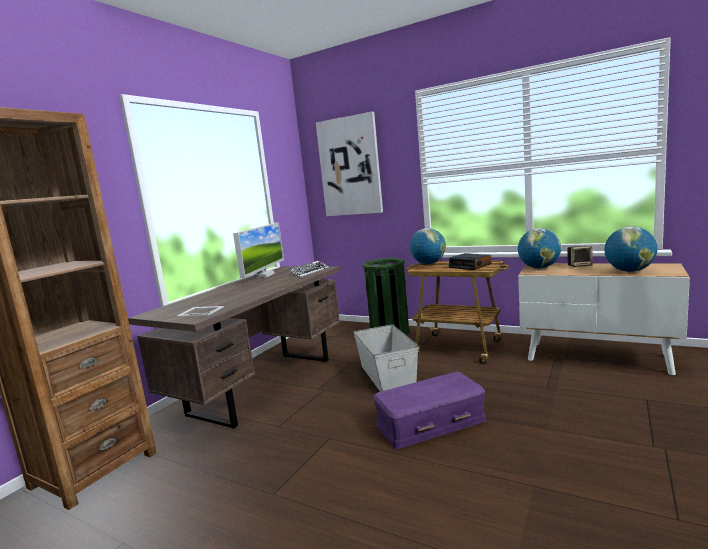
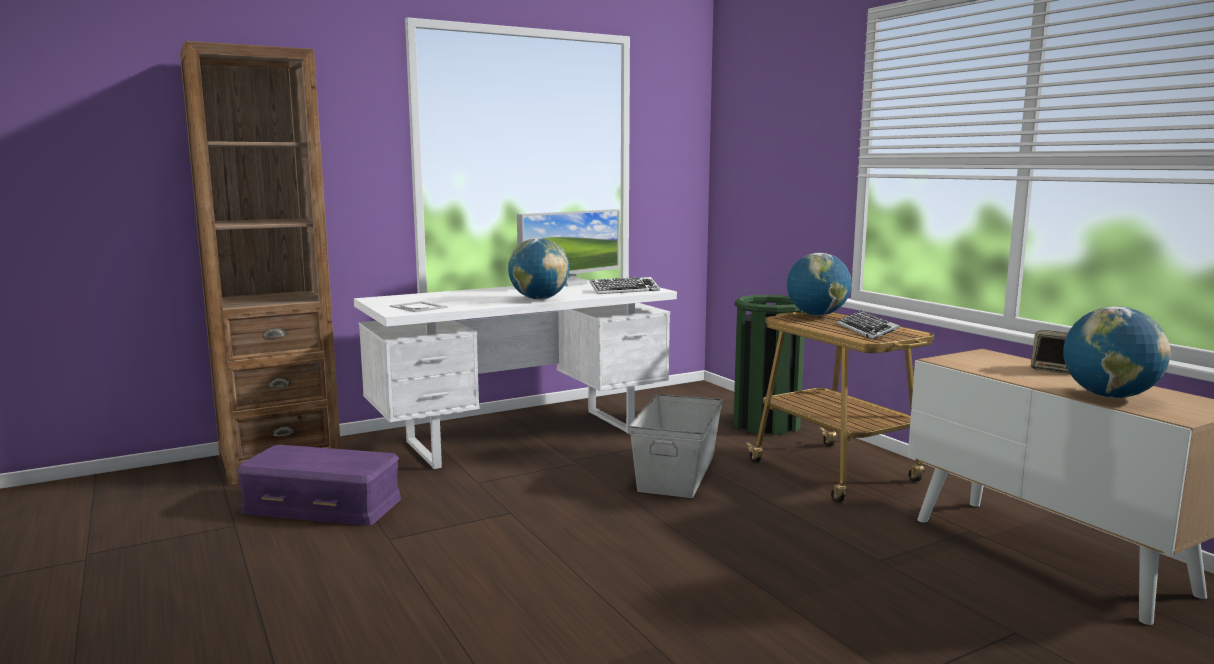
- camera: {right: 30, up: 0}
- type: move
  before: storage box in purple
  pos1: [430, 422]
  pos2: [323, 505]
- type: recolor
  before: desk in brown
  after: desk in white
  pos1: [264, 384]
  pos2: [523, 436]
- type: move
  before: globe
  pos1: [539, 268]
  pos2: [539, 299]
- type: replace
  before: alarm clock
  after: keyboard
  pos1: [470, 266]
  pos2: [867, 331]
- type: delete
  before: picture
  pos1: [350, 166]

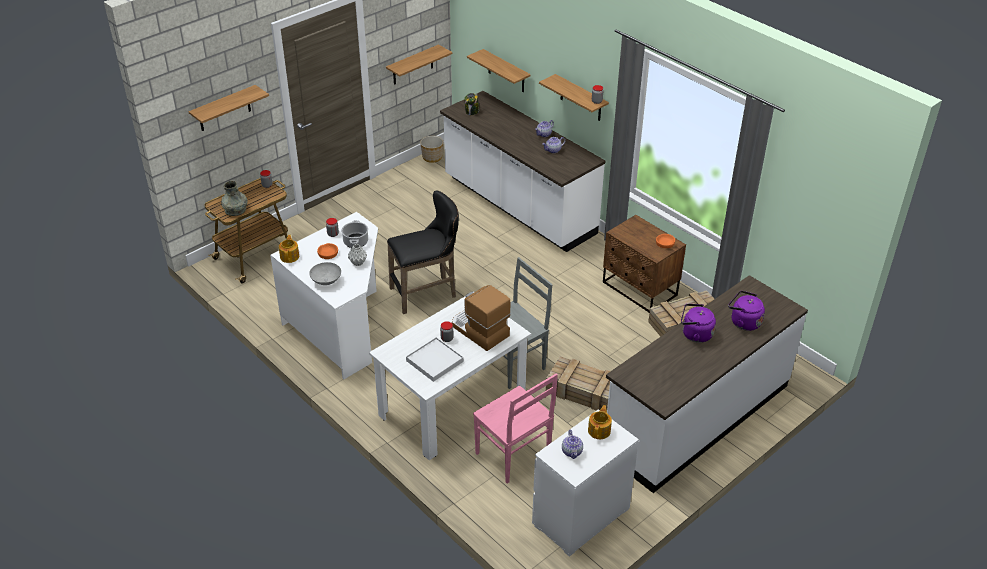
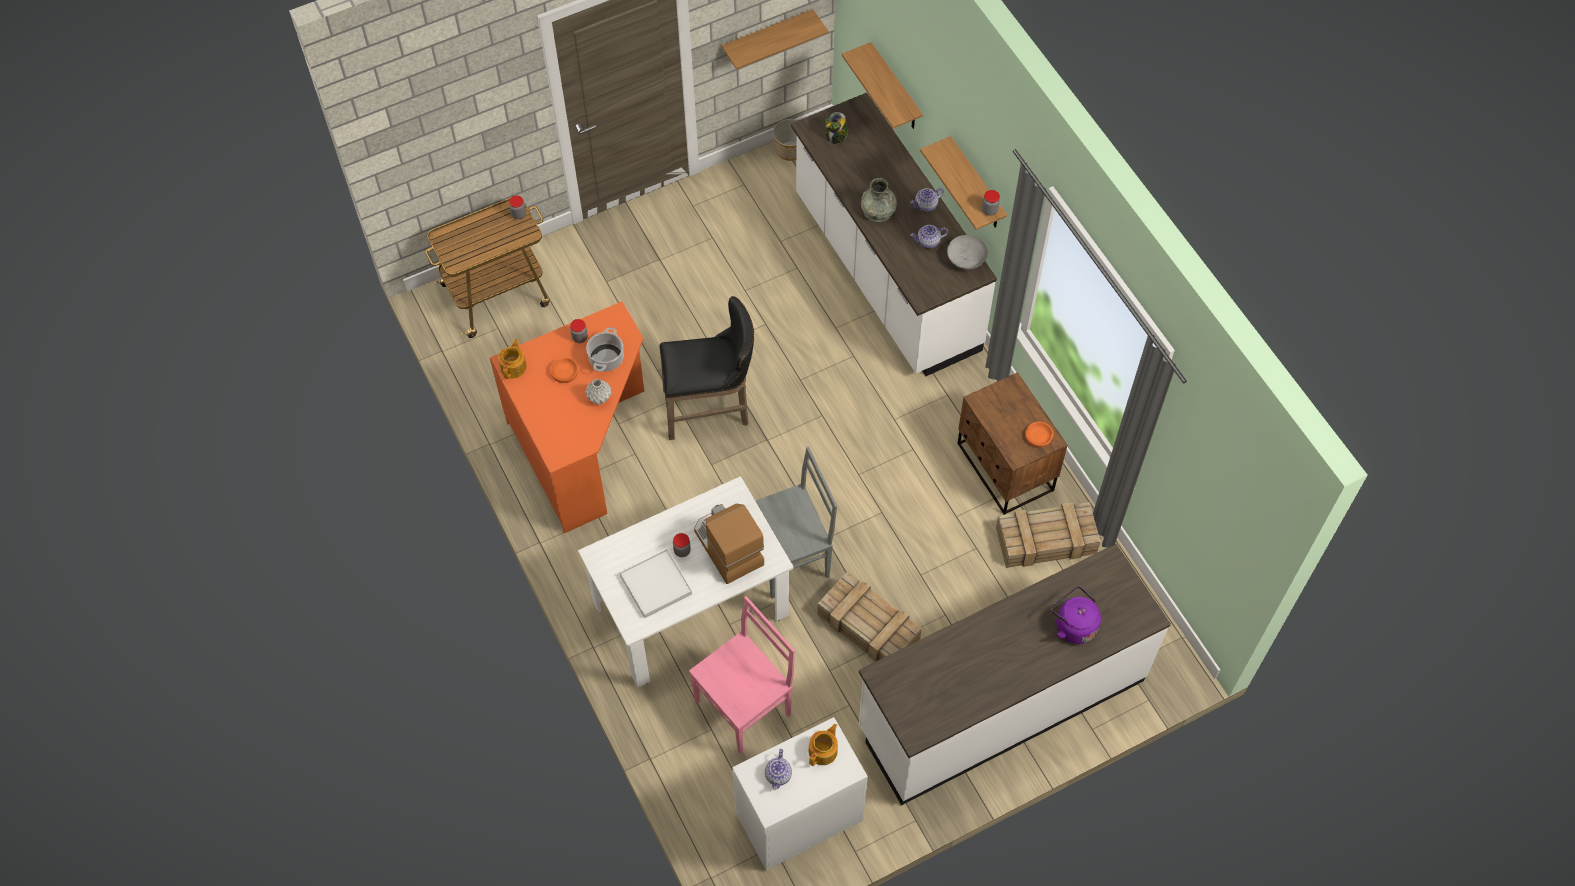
- camera: {right: 15, up: 20}
- type: recolor
  before: desk in white
  after: desk in orange
  pos1: [342, 328]
  pos2: [583, 445]
- type: rotate
  before: chair in pink
  pos1: [514, 456]
  pos2: [745, 706]
  turn: -105
- type: move
  before: vase in grey
  pos1: [235, 209]
  pos2: [878, 211]
- type: move
  before: bowl in grey
  pos1: [326, 281]
  pos2: [966, 261]
- type: delete
  before: shelf
  pos1: [224, 109]
- type: delete
  before: kettle in purple
  pos1: [695, 334]

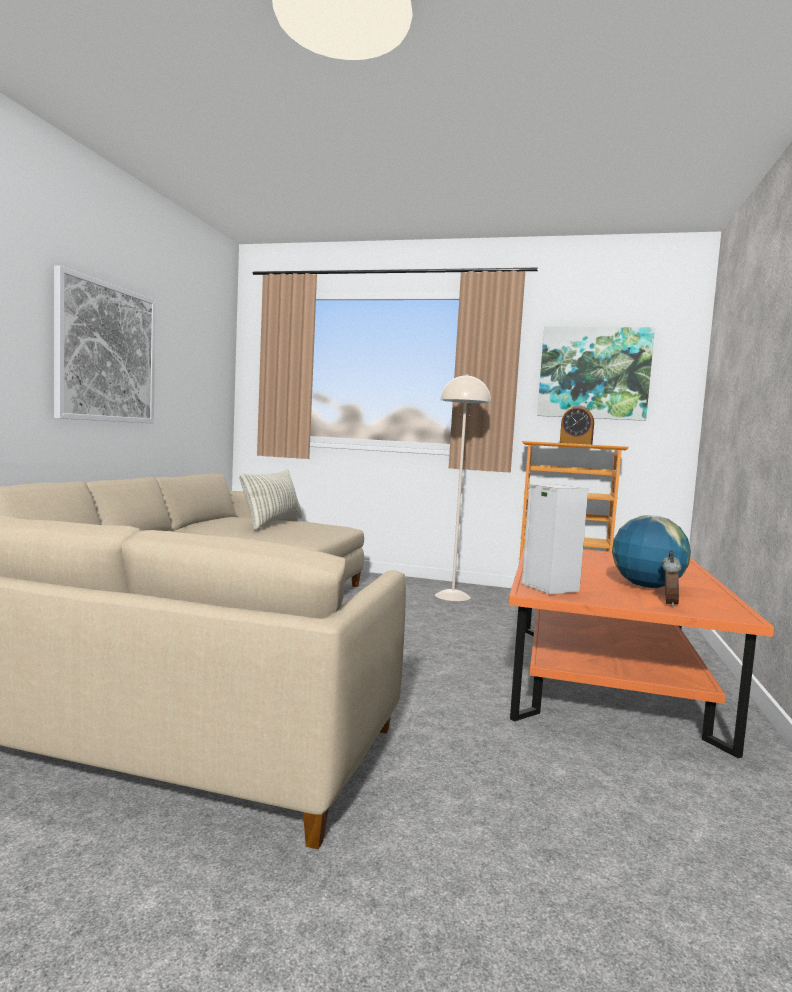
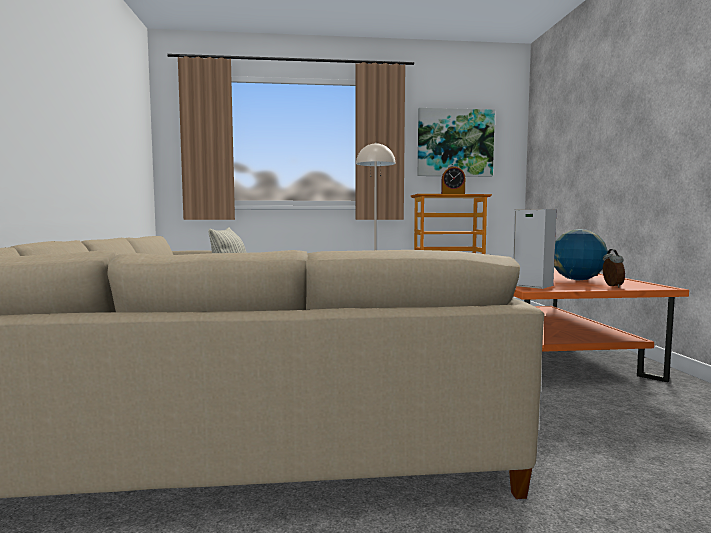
- camera: {right: -20, up: 0}
- type: delete
  before: picture
  pos1: [106, 353]

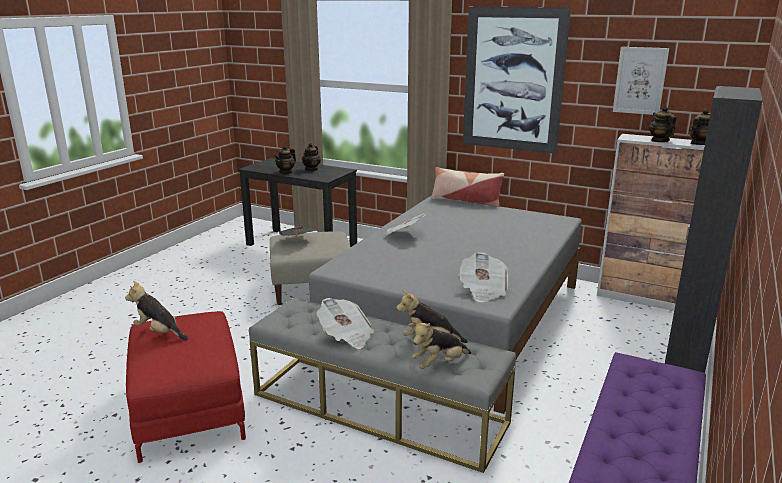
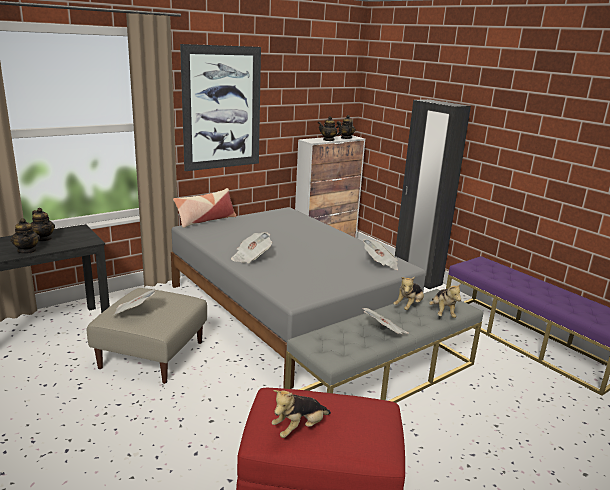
- camera: {right: -65, up: 0}
- type: delete
  before: picture
  pos1: [640, 80]

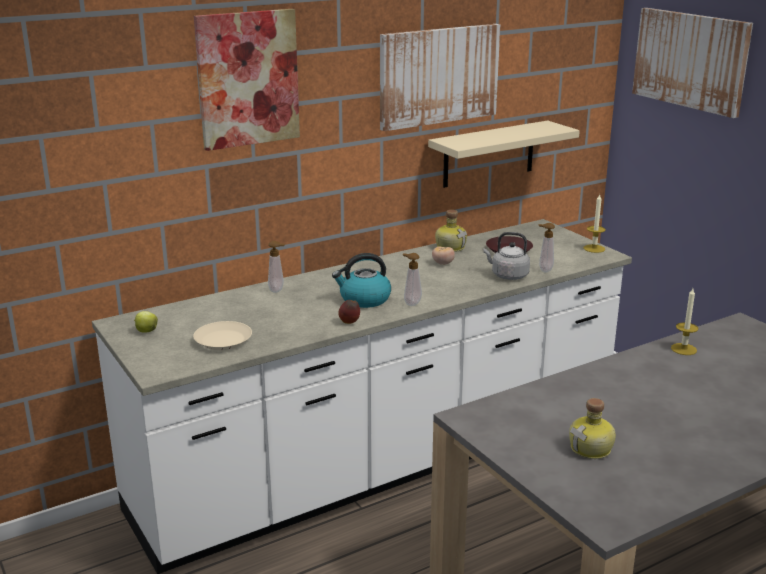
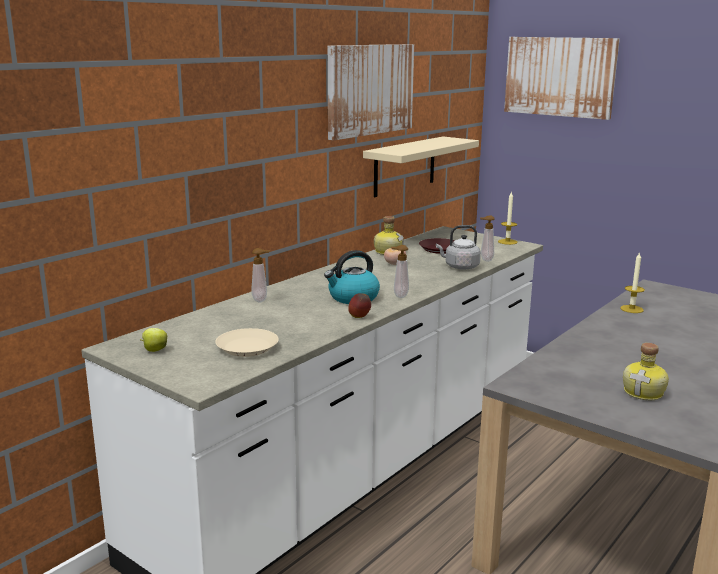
- camera: {right: -20, up: -5}
- type: delete
  before: picture
  pos1: [247, 79]

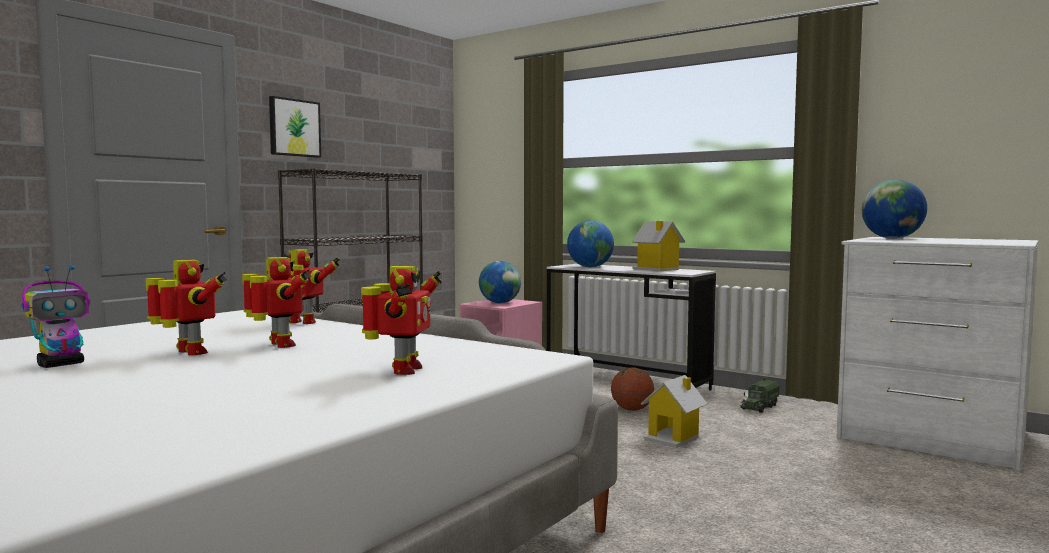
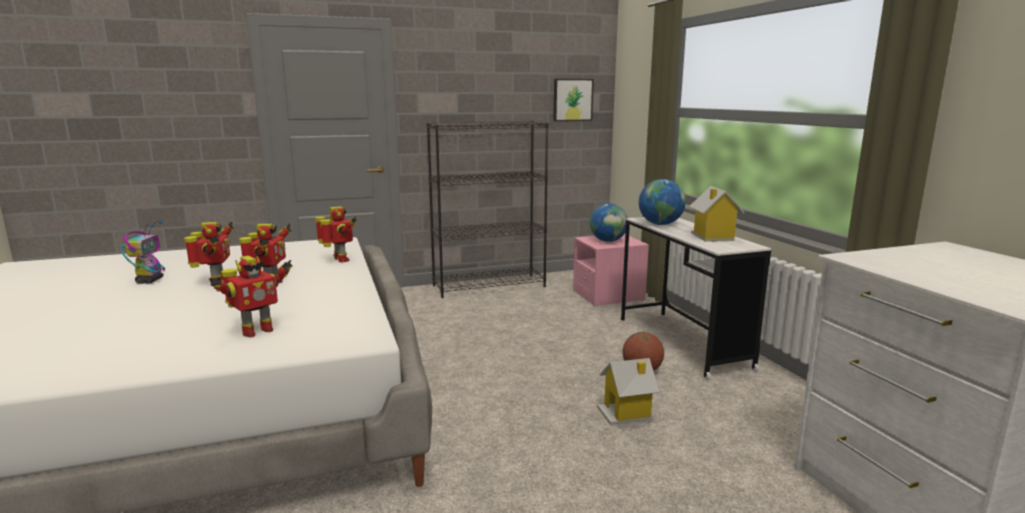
- camera: {right: 35, up: 10}
- type: rotate
  before: toy robot
  pos1: [61, 364]
  pos2: [150, 280]
  turn: -75
- type: move
  before: picture
  pos1: [294, 128]
  pos2: [572, 100]
- type: delete
  before: toy truck
  pos1: [759, 407]
- type: delete
  before: globe
  pos1: [892, 238]

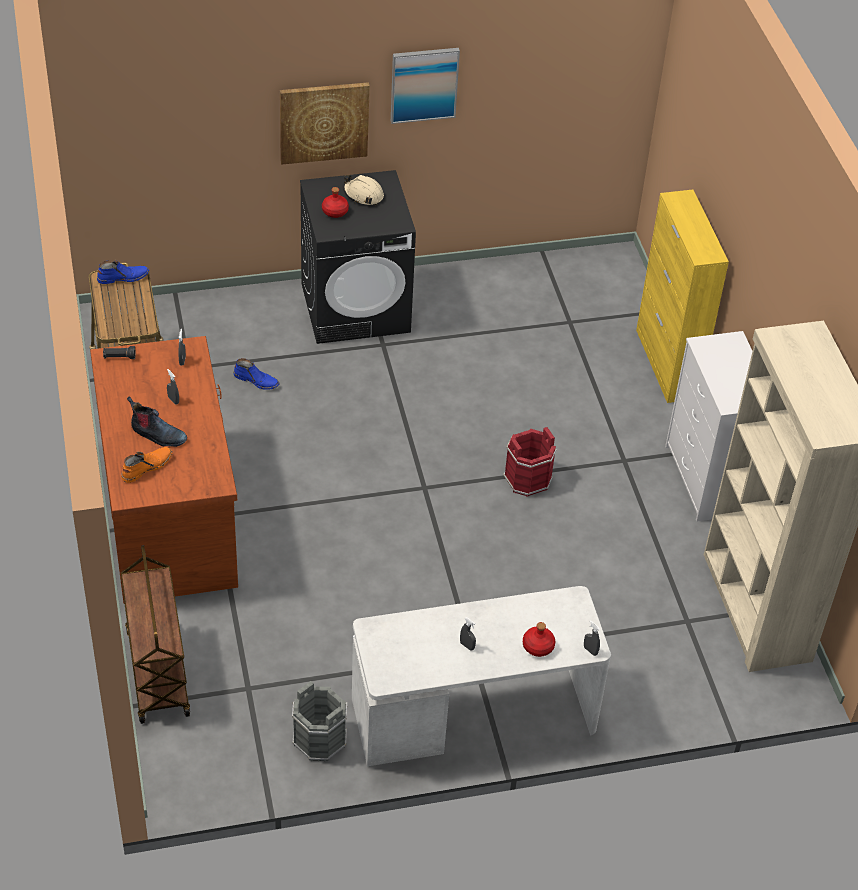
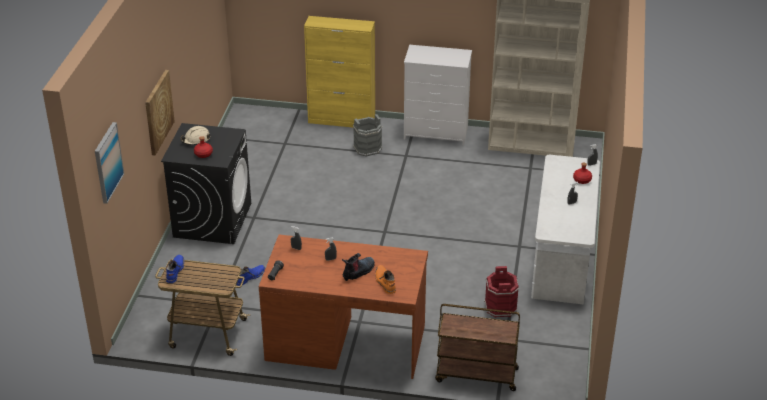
- camera: {right: -65, up: -10}
- type: move
  before: picture
  pos1: [424, 84]
  pos2: [107, 162]
- type: move
  before: bucket in grey
  pos1: [320, 739]
  pos2: [367, 148]
- type: move
  before: bucket in red
  pos1: [527, 478]
  pos2: [500, 307]

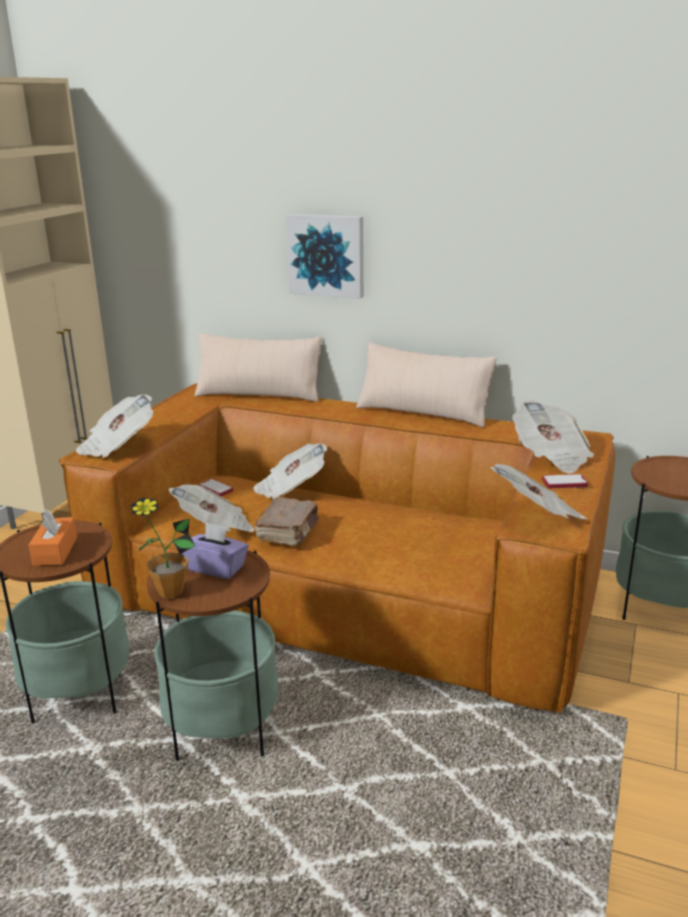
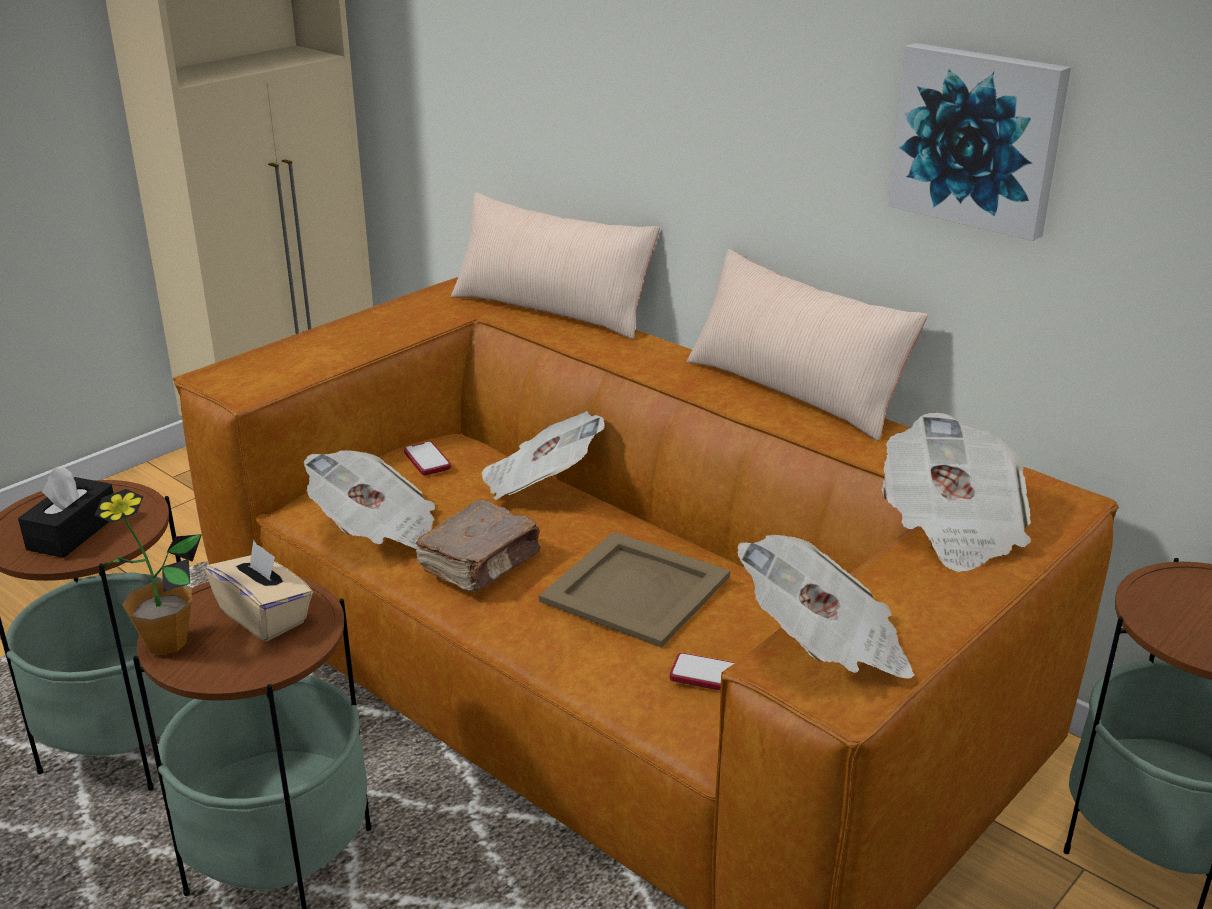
- camera: {right: 20, up: 5}
- type: recolor
  before: tissue box in orange
  after: tissue box in black
  pos1: [55, 551]
  pos2: [73, 532]
- type: recolor
  before: tissue box in purple
  after: tissue box in beige
  pos1: [216, 568]
  pos2: [265, 616]
- type: insert
  after: tray in beige
  pos2: [636, 590]
- type: move
  before: phone
  pos1: [564, 483]
  pos2: [708, 675]
- type: move
  before: picture
  pos1: [326, 255]
  pos2: [978, 138]
- type: delete
  before: newspaper
  pos1: [117, 446]

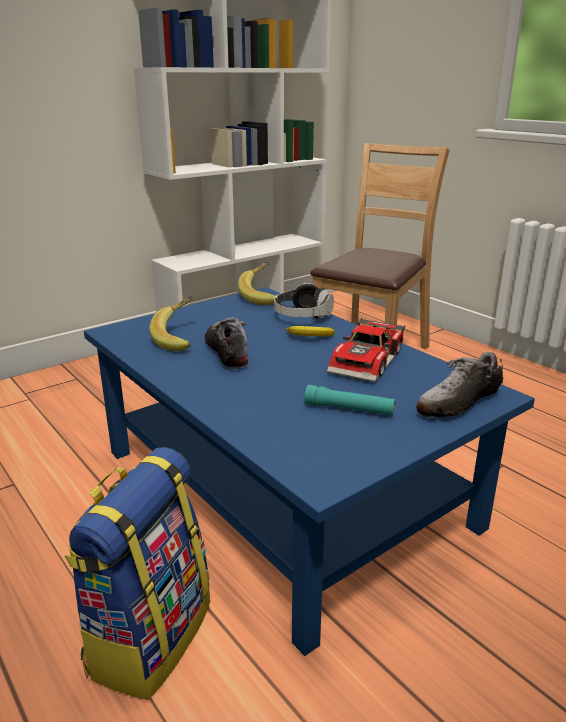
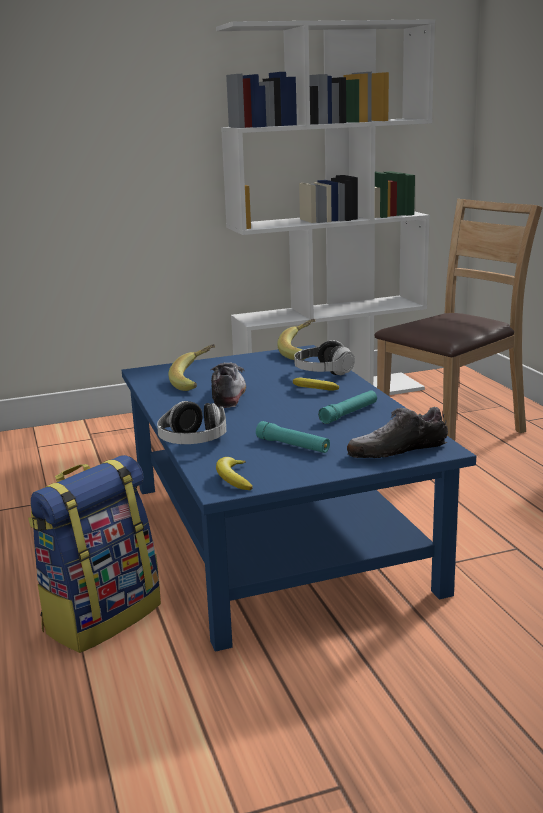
- camera: {right: 20, up: -5}
- type: insert
  after: headphones
  pos2: [193, 442]
- type: insert
  after: banana
  pos2: [234, 479]
- type: replace
  before: toy car
  after: flashlight in turquoise
  pos1: [369, 361]
  pos2: [349, 413]

